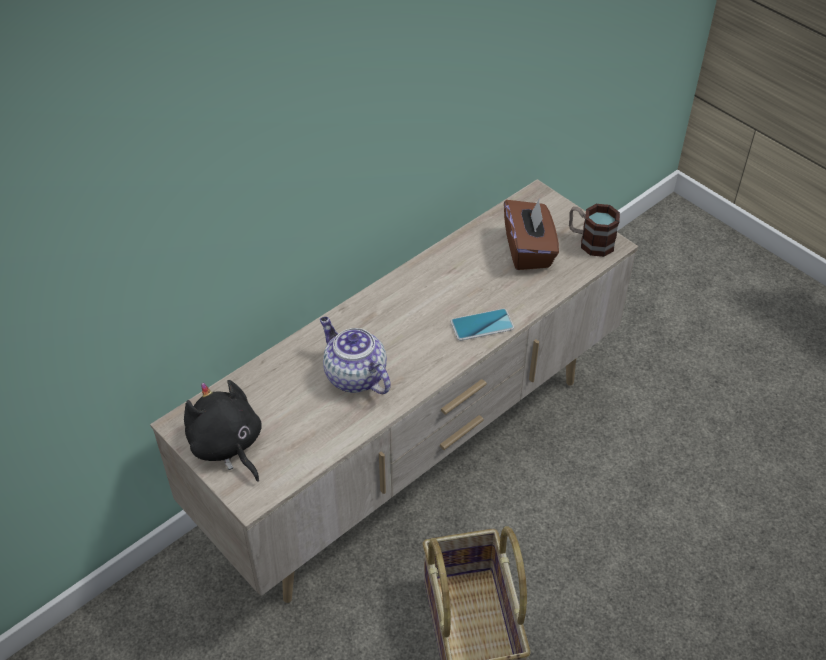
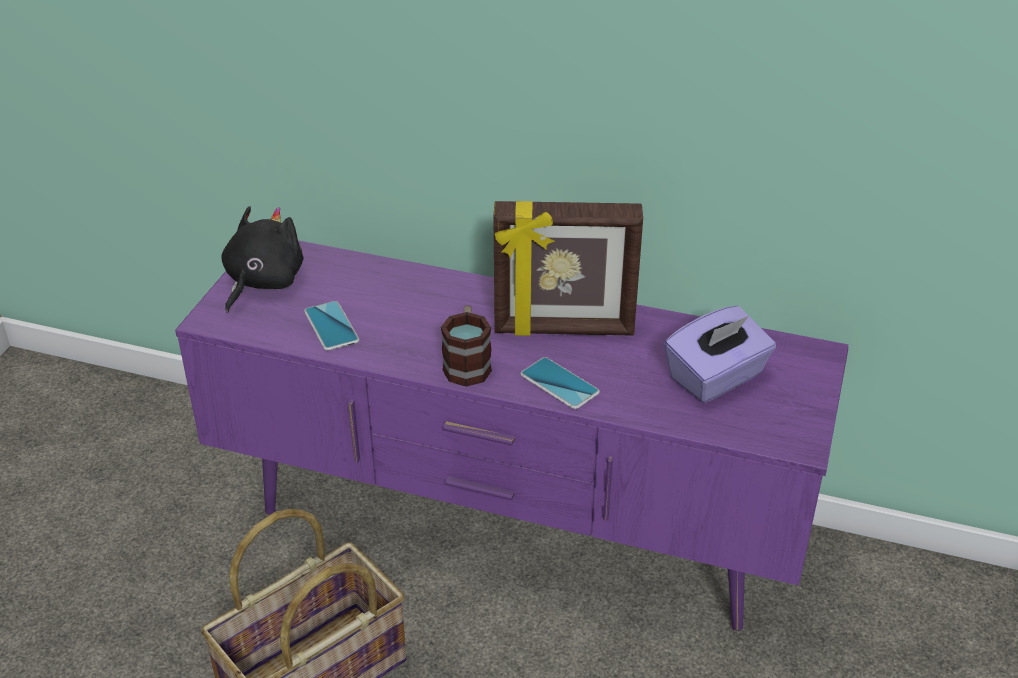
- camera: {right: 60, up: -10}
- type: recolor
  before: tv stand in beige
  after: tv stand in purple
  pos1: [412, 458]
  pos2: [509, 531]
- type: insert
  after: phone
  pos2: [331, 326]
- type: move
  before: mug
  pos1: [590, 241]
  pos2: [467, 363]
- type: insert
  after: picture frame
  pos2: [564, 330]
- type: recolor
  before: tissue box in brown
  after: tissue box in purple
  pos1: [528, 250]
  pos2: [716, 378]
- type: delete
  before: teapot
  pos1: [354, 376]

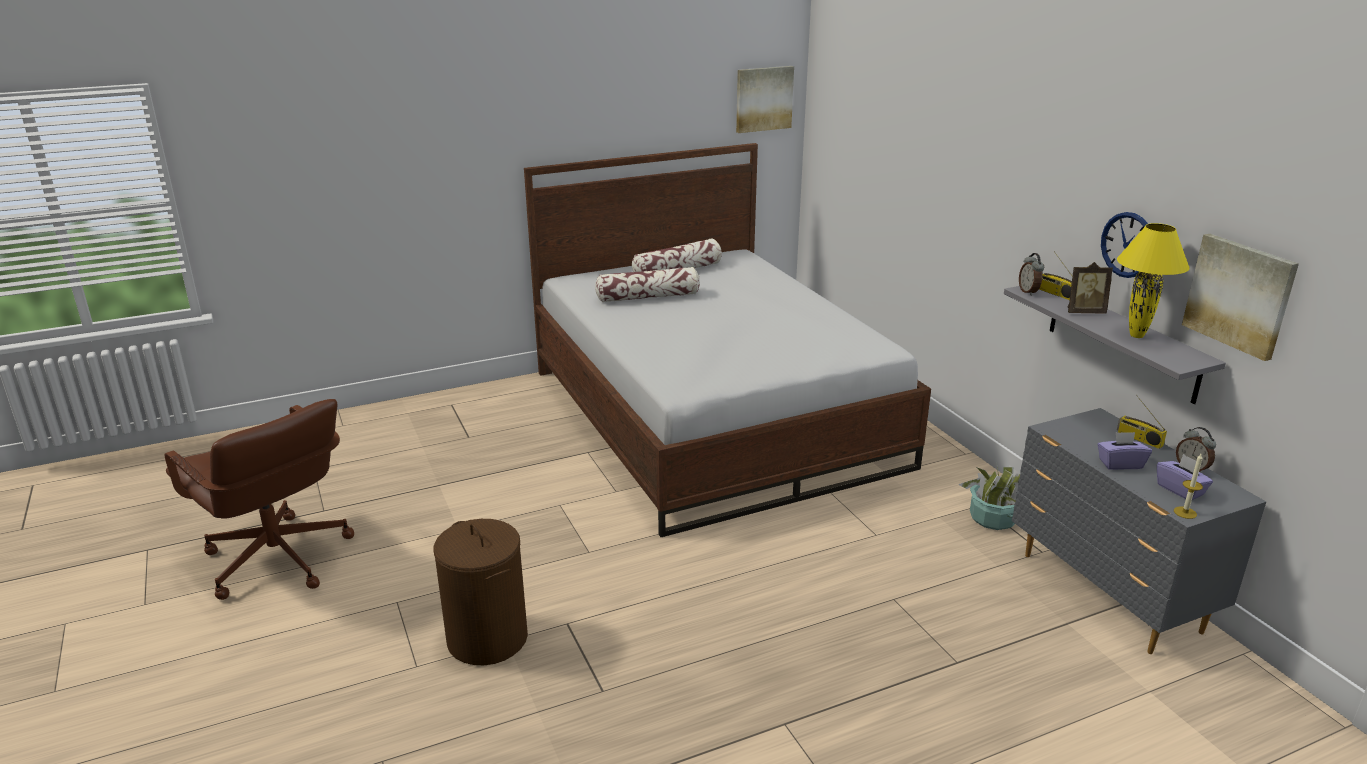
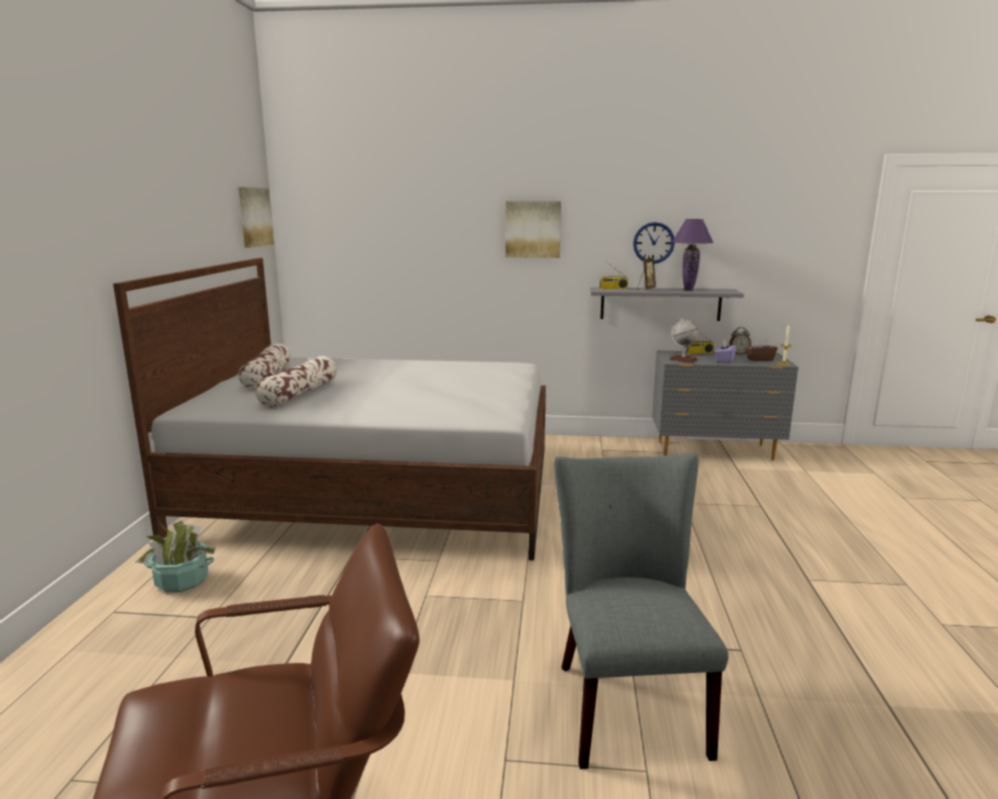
- camera: {right: -60, up: -10}
- type: move
  before: potted plant
  pos1: [993, 518]
  pos2: [182, 581]
- type: move
  before: picture
  pos1: [1240, 295]
  pos2: [533, 229]
- type: replace
  before: laundry basket in brown
  after: chair in grey
  pos1: [488, 639]
  pos2: [625, 701]
- type: insert
  after: globe
  pos2: [683, 360]
- type: recolor
  before: table lamp in yellow
  after: table lamp in purple
  pos1: [1136, 335]
  pos2: [688, 290]
- type: recolor
  before: tissue box in purple
  after: tissue box in brown
  pos1: [1180, 490]
  pos2: [759, 359]
- type: delete
  before: alarm clock
  pos1: [1029, 292]

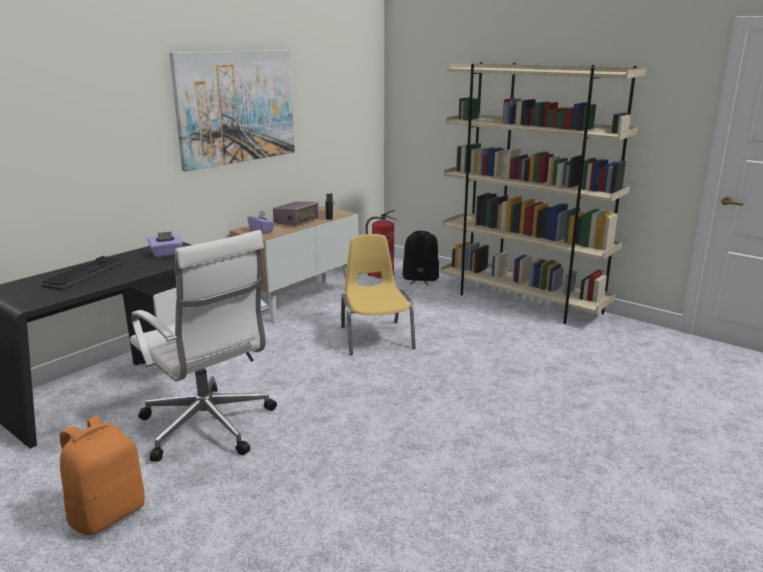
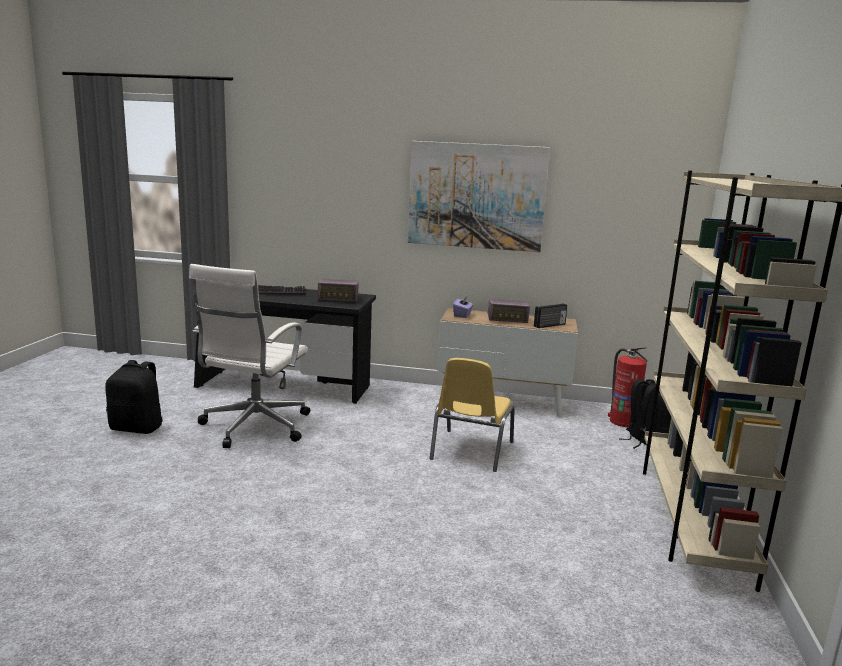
- camera: {right: 60, up: -5}
- type: recolor
  before: backpack in orange
  after: backpack in black
  pos1: [107, 513]
  pos2: [137, 428]
- type: replace
  before: tissue box in purple
  after: radio
  pos1: [166, 254]
  pos2: [338, 299]
- type: rotate
  before: chair in yellow
  pos1: [376, 337]
  pos2: [470, 451]
  turn: 150

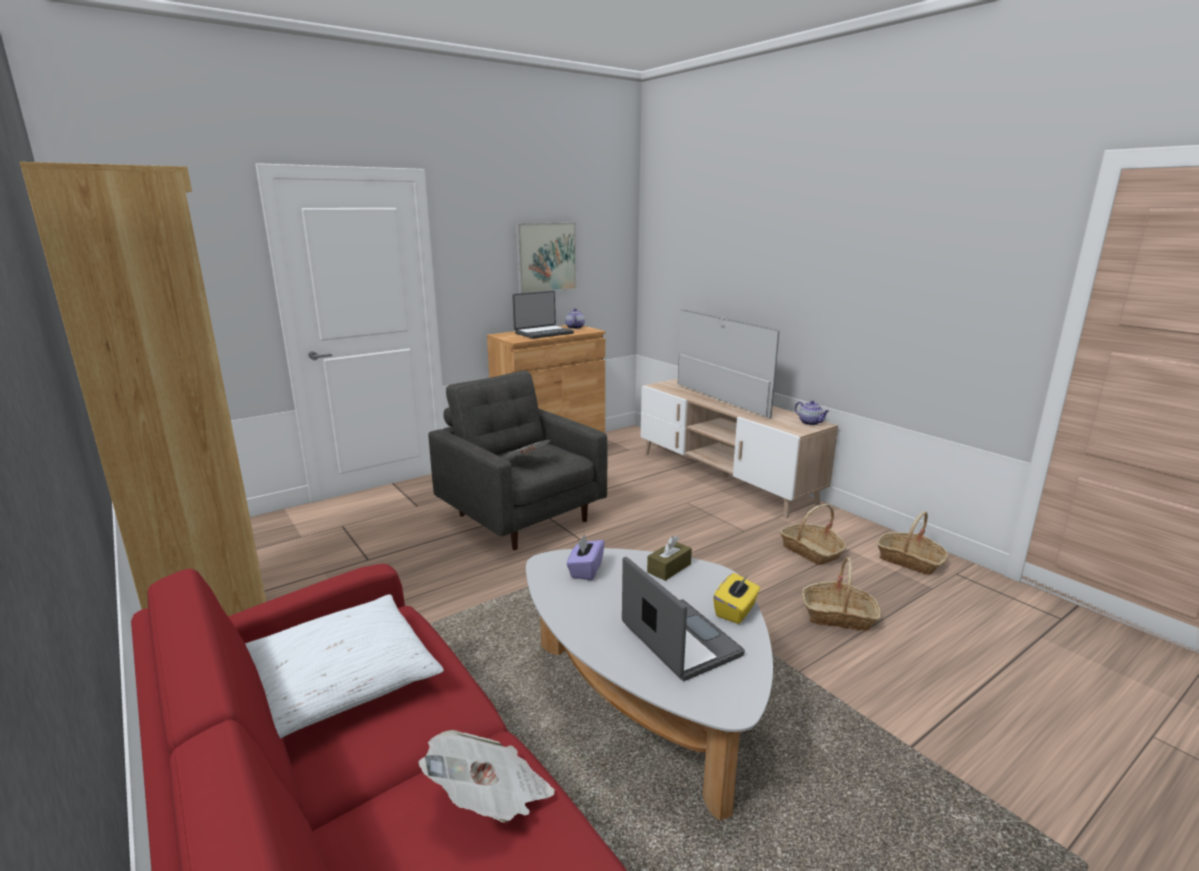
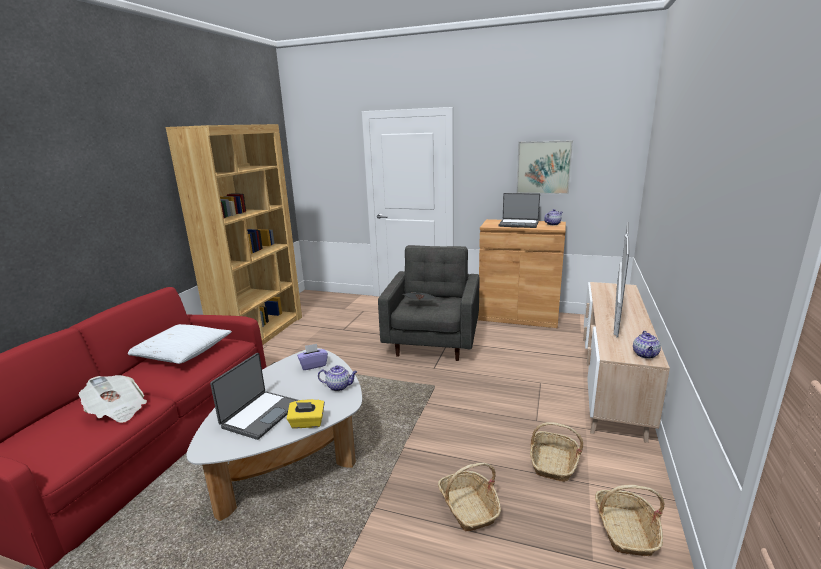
- camera: {right: 55, up: 0}
- type: replace
  before: tissue box in brown
  after: teapot
  pos1: [669, 568]
  pos2: [339, 386]

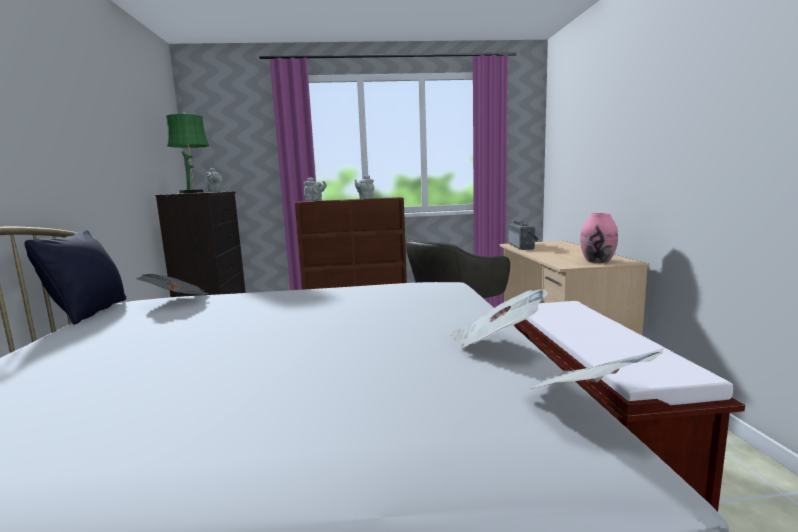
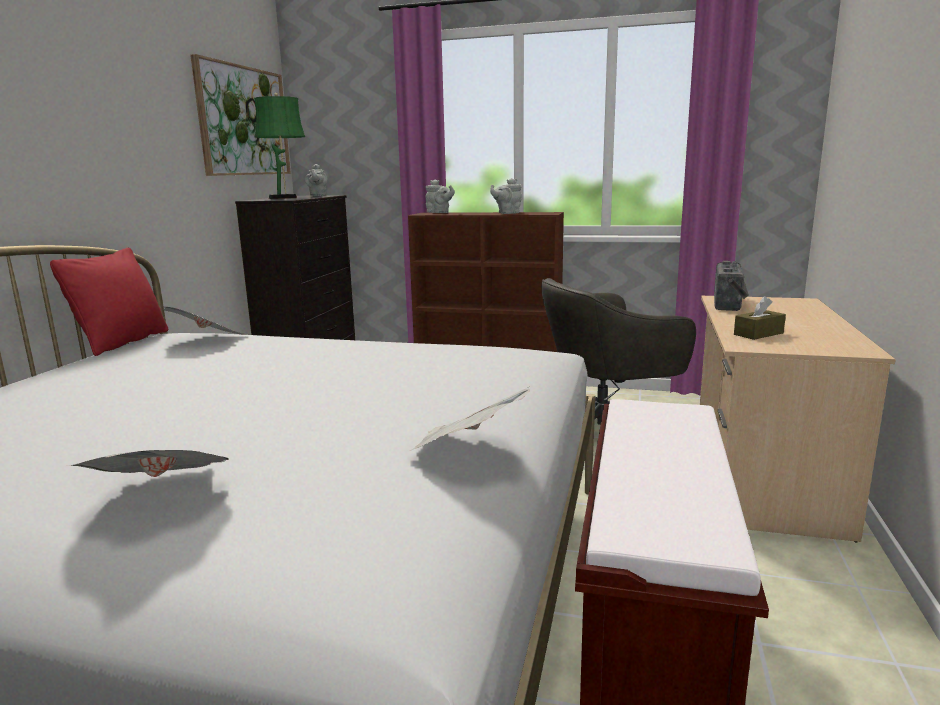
- camera: {right: 20, up: 5}
- type: recolor
  before: pillow in black
  after: pillow in red
  pos1: [90, 312]
  pos2: [123, 342]
- type: move
  before: newspaper
  pos1: [587, 402]
  pos2: [164, 498]
- type: insert
  after: picture
  pos2: [243, 121]
- type: insert
  after: tissue box in brown
  pos2: [758, 334]
- type: delete
  before: vase in pink
  pos1: [598, 261]

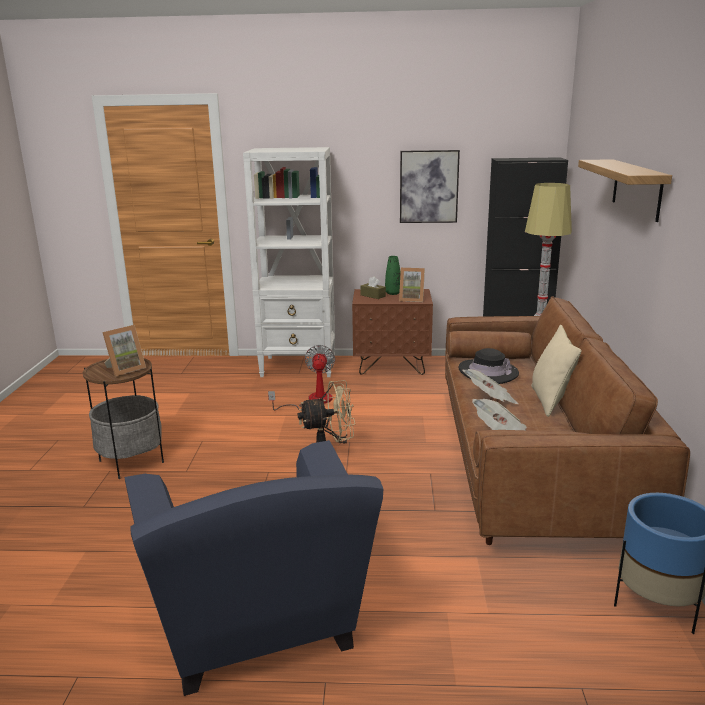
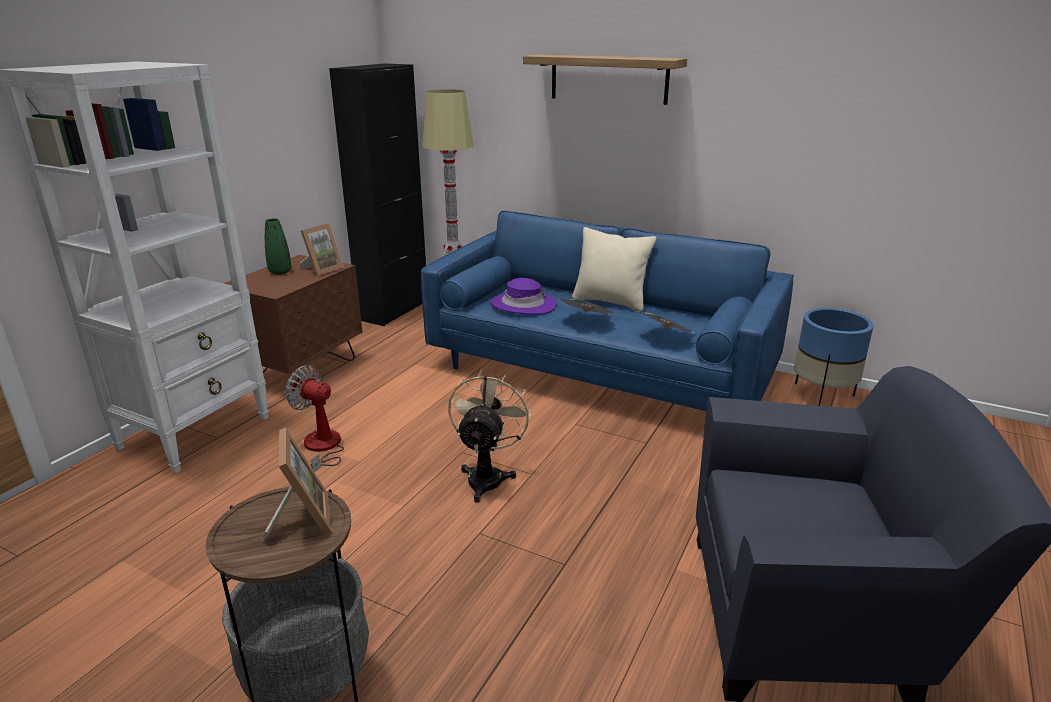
- camera: {right: -65, up: 5}
- type: recolor
  before: sofa in brown
  after: sofa in blue
  pos1: [531, 464]
  pos2: [600, 371]
- type: recolor
  before: hat in black
  after: hat in purple
  pos1: [488, 372]
  pos2: [523, 305]
- type: delete
  before: tissue box in brown
  pos1: [373, 295]
- type: delete
  before: picture
  pos1: [428, 186]

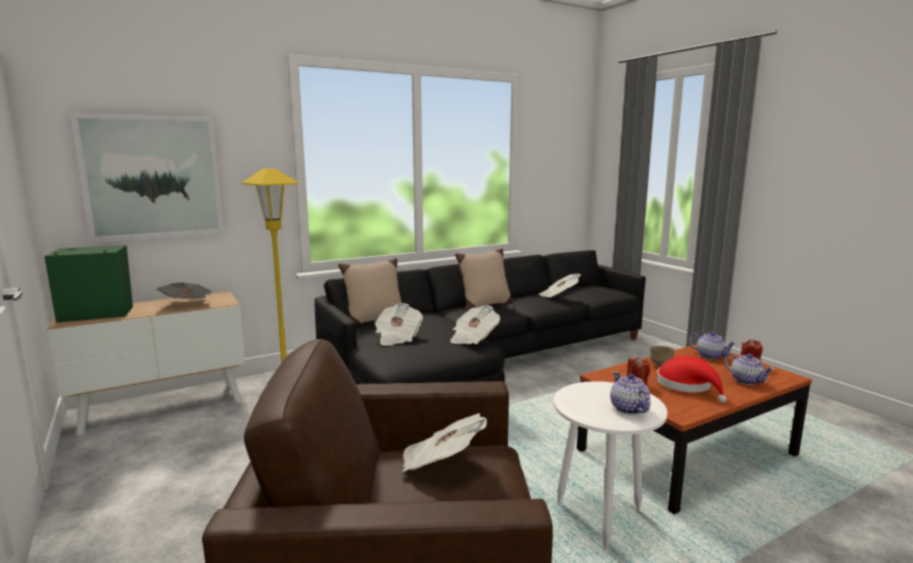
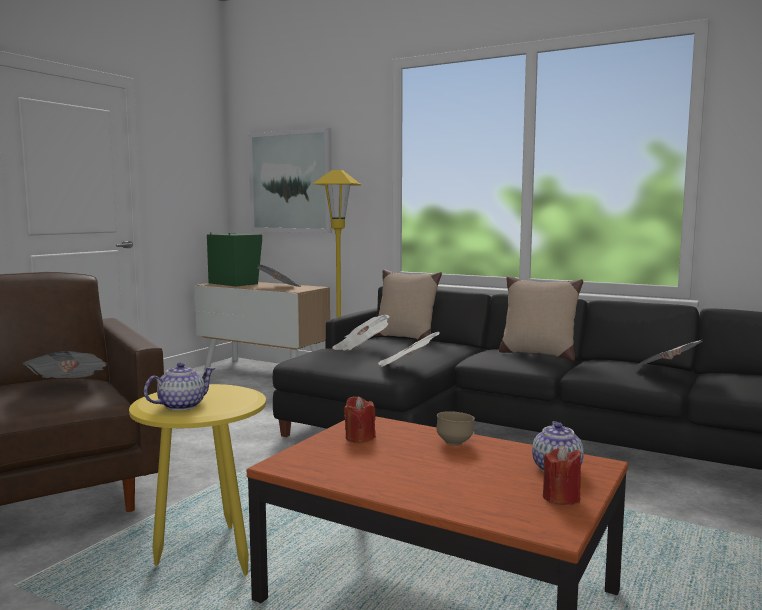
- camera: {right: 60, up: -5}
- type: recolor
  before: side table in white
  after: side table in yellow
  pos1: [600, 523]
  pos2: [205, 556]
- type: delete
  before: hat in red
  pos1: [687, 385]
- type: delete
  before: teapot
  pos1: [746, 381]

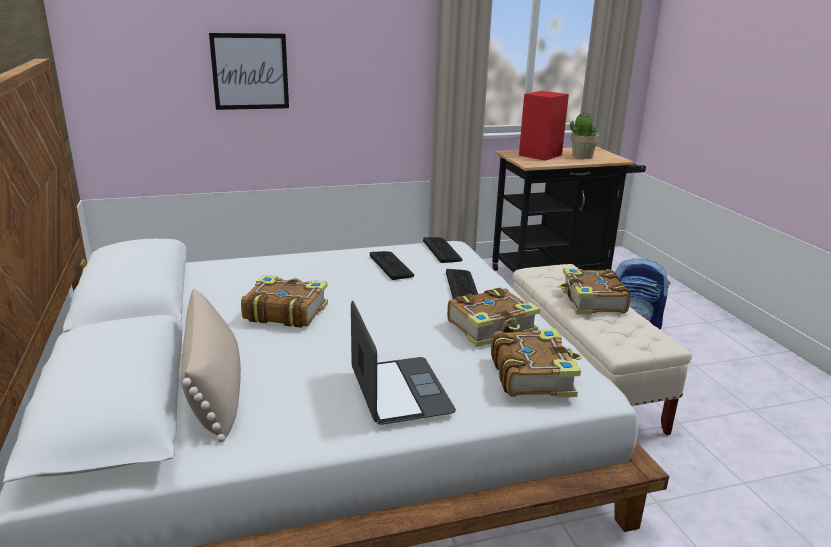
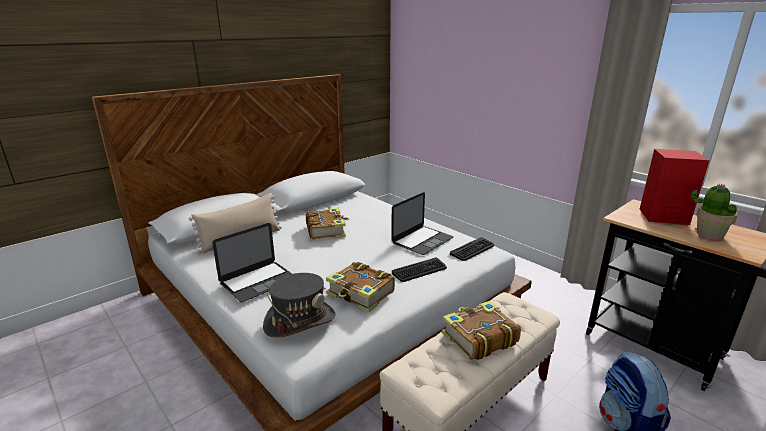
- camera: {right: 65, up: 0}
- type: replace
  before: book
  after: hat in grey
  pos1: [533, 375]
  pos2: [300, 321]
- type: replace
  before: keyboard
  after: laptop
  pos1: [391, 265]
  pos2: [422, 240]
- type: delete
  before: picture
  pos1: [250, 71]

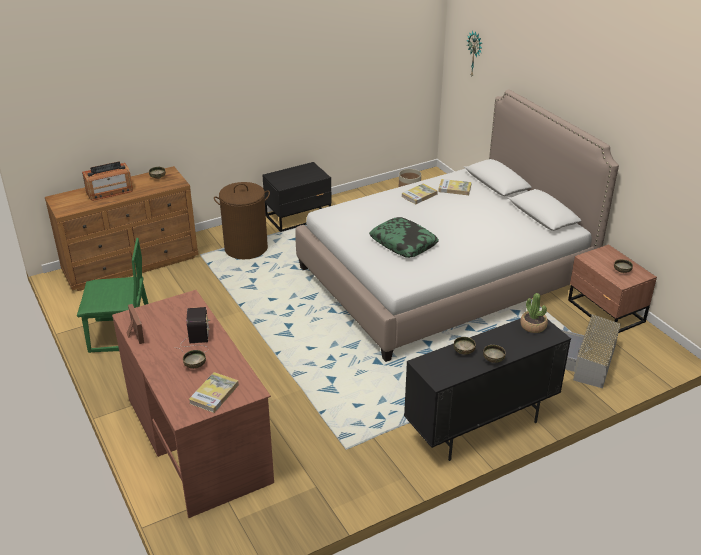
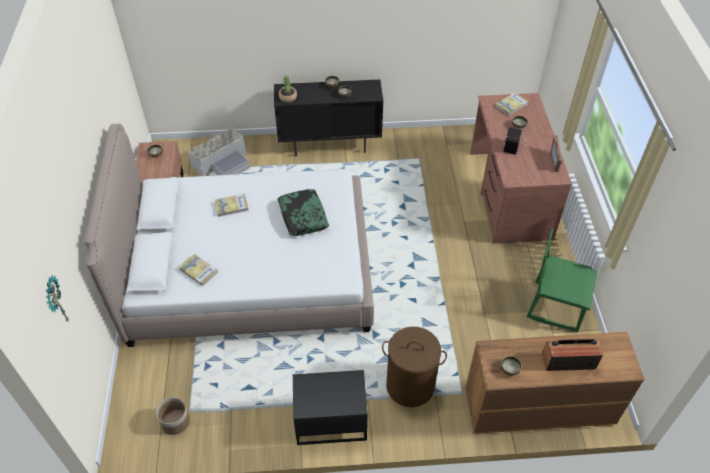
- camera: {right: -155, up: 15}
- type: move
  before: book
  pos1: [419, 195]
  pos2: [231, 206]

